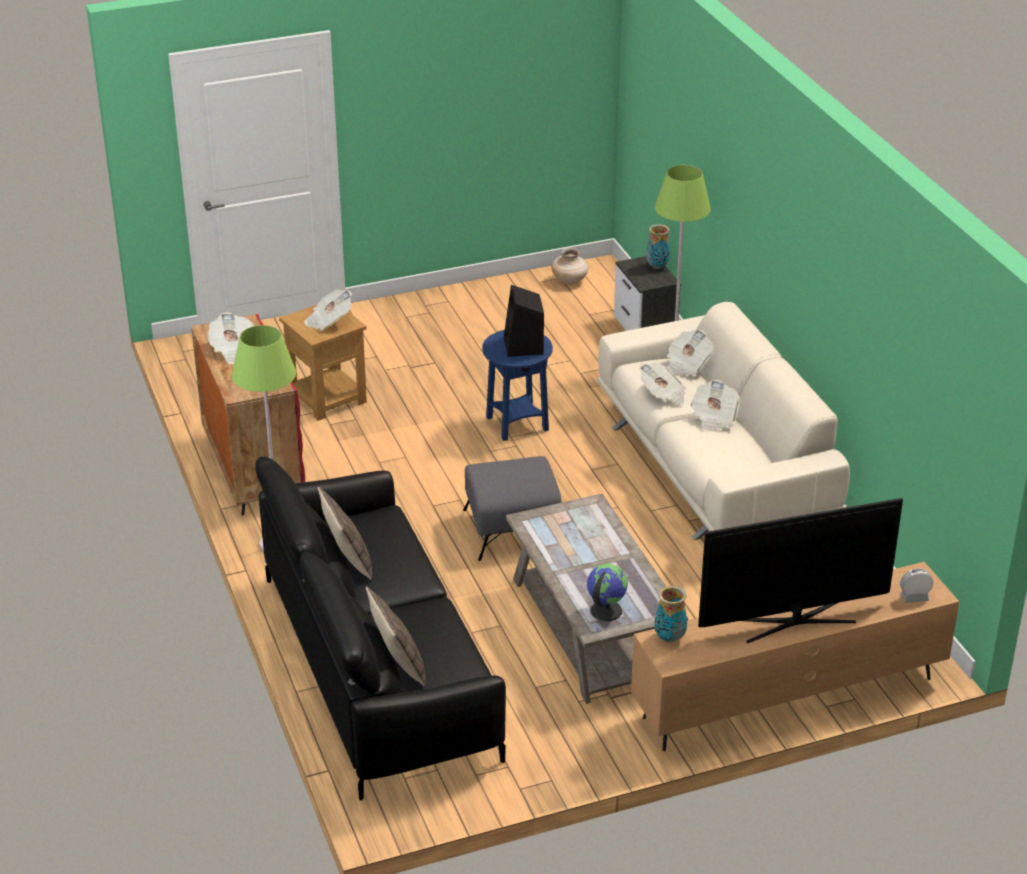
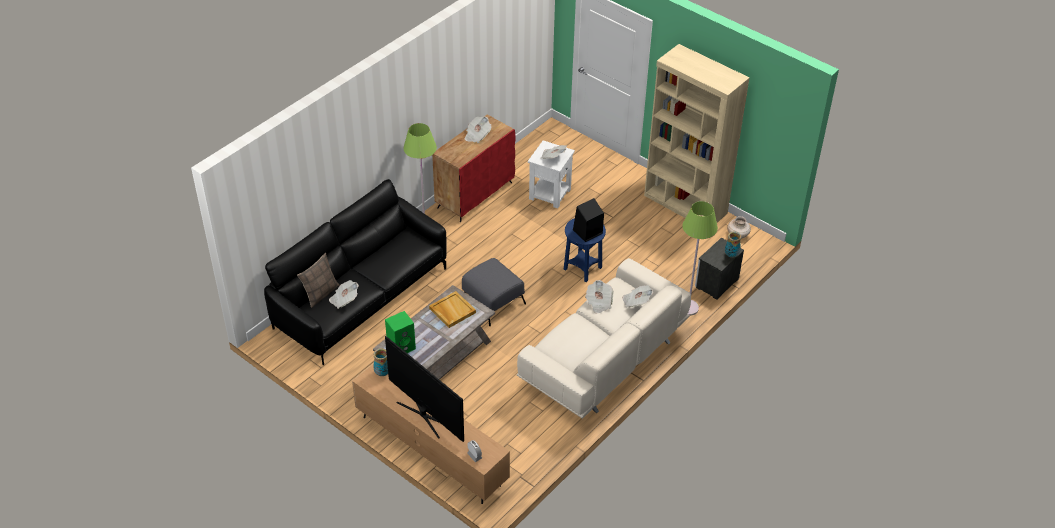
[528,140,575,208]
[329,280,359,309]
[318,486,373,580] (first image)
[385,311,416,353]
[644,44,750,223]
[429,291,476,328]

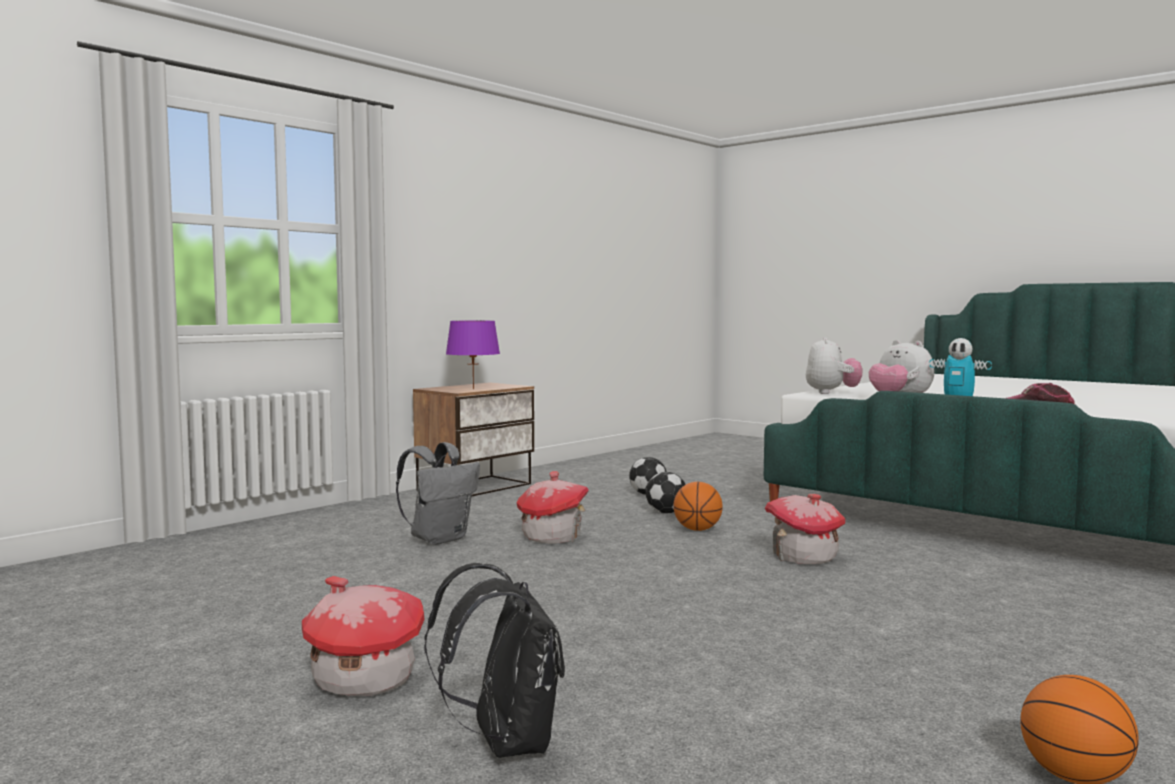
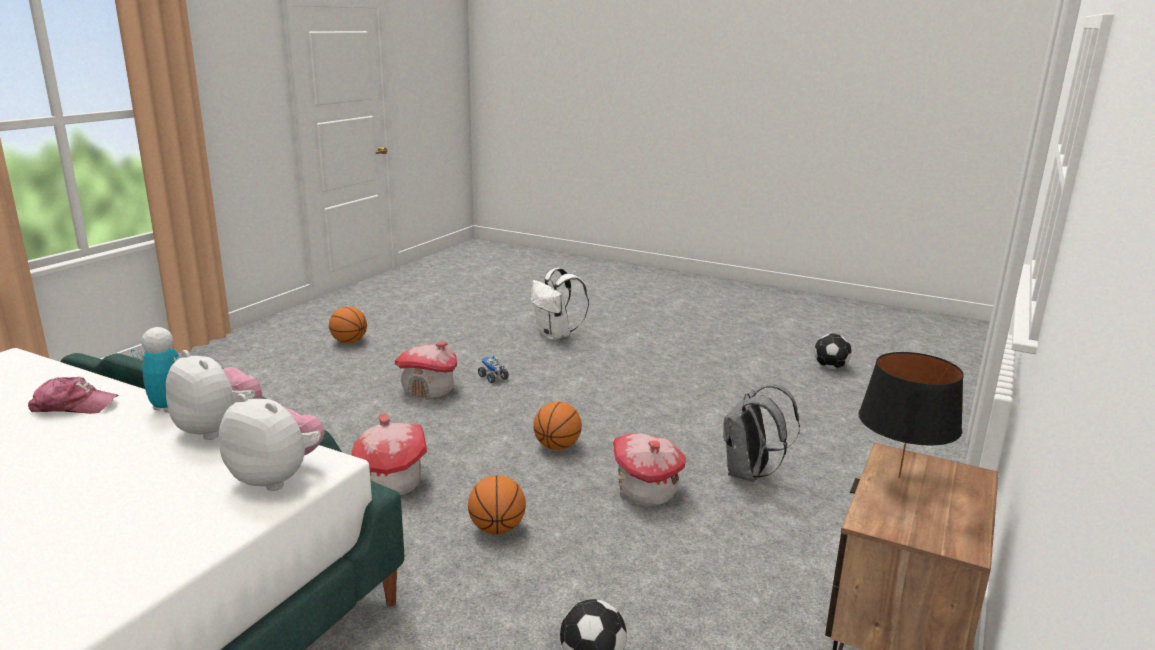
[858,352,964,478]
[219,394,325,491]
[814,333,852,369]
[531,268,589,340]
[395,342,457,399]
[478,356,509,383]
[533,401,582,450]

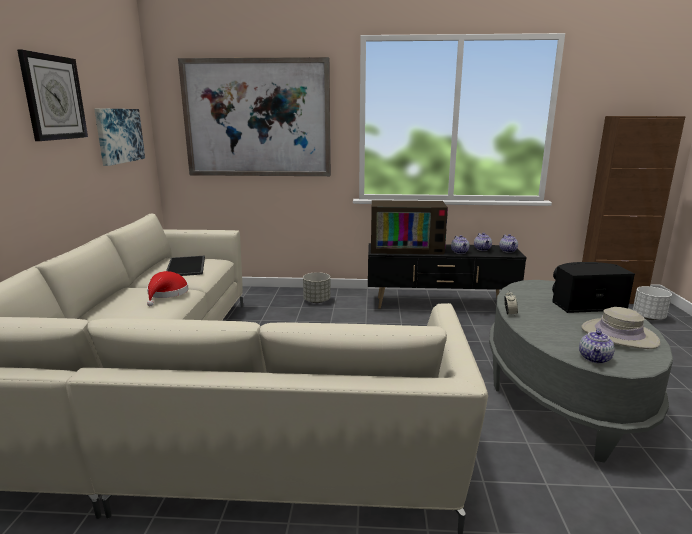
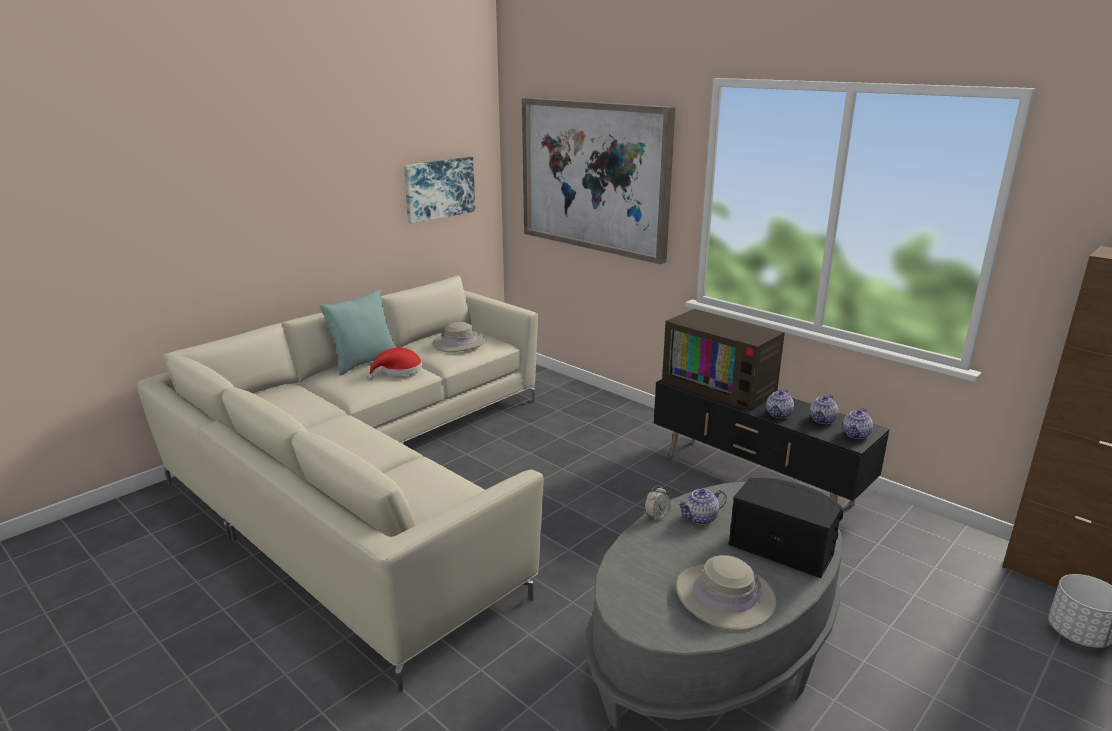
[17,50,88,141] (first image)
[433,322,487,352]
[303,272,331,303] (first image)
[677,489,727,525]
[319,290,396,375]

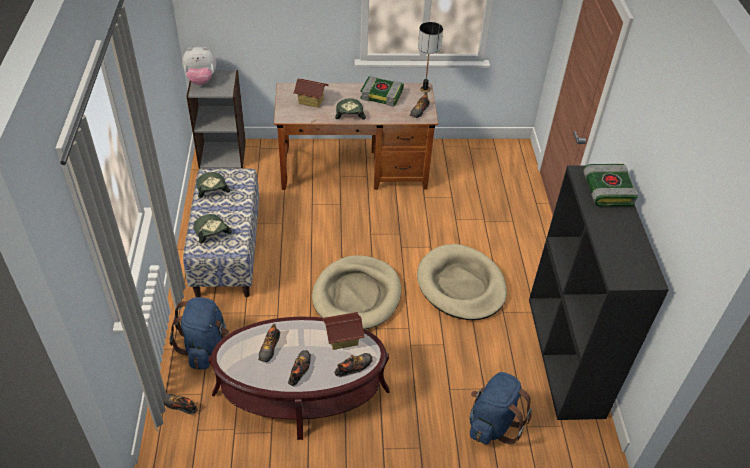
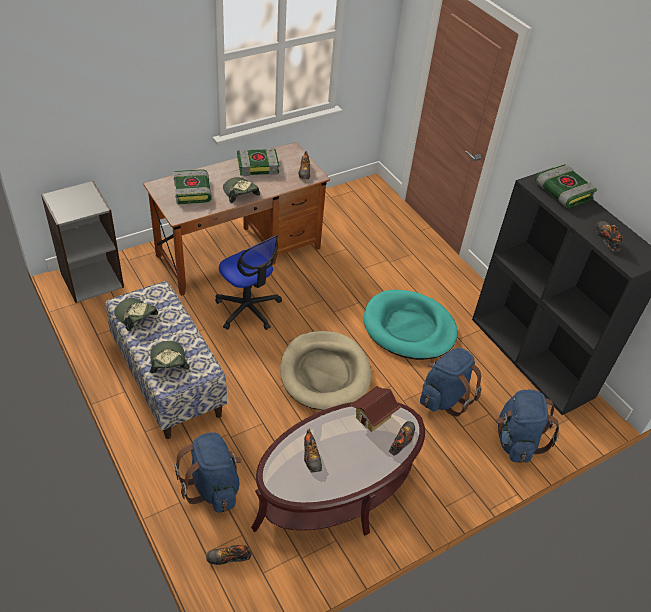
[418,22,443,93] (first image)
[182,47,216,85] (first image)
[173,169,212,204]
[150,341,189,373]
[364,290,458,360]
[596,221,624,252]
[215,235,282,330]
[420,348,482,417]

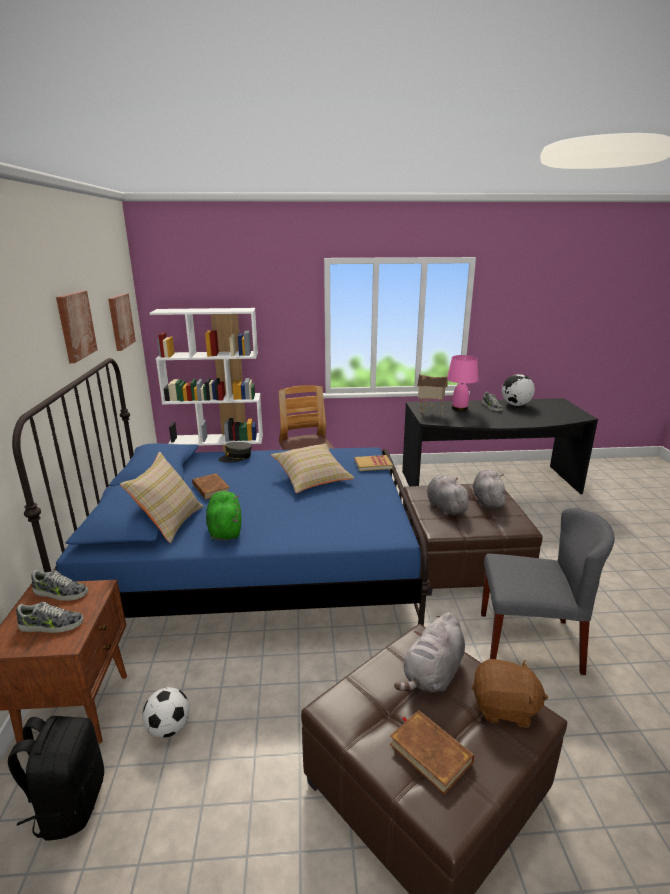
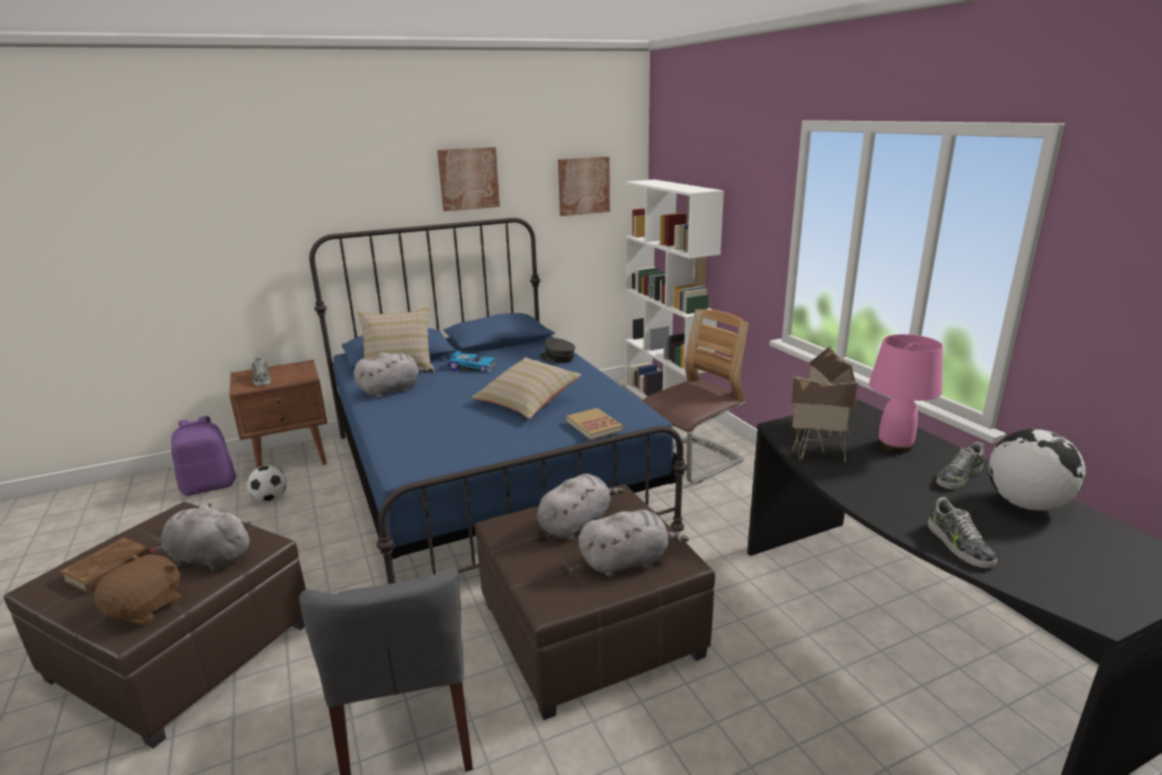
[448,351,496,372]
[354,352,433,398]
[928,497,997,568]
[94,554,182,625]
[171,416,236,496]
[791,376,858,463]

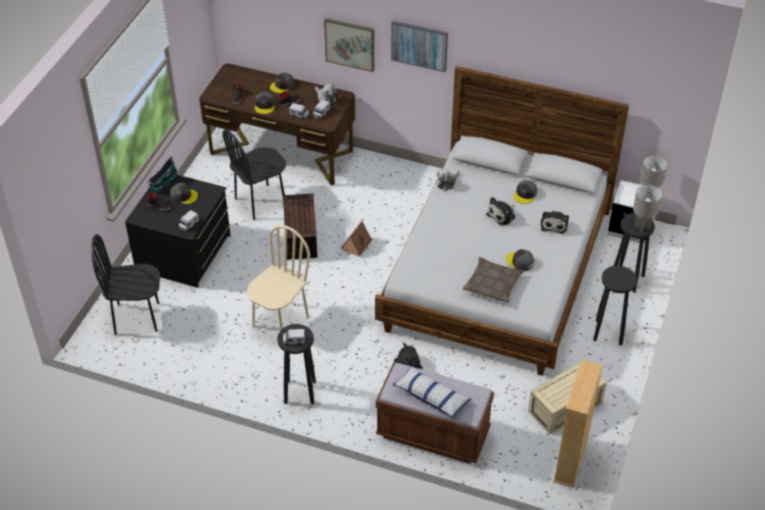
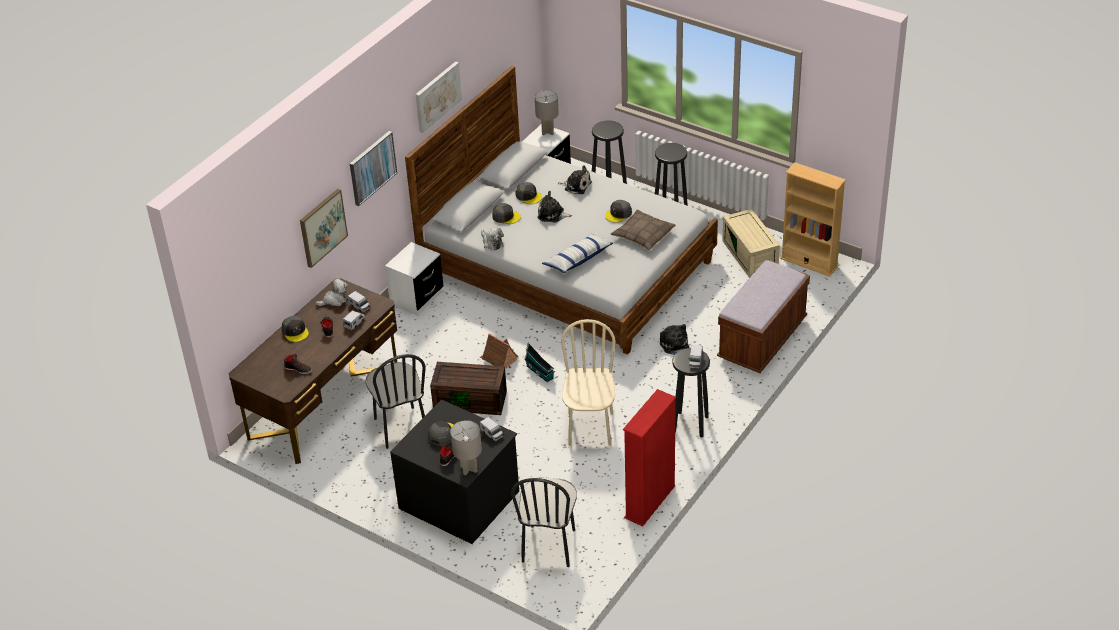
[492,203,521,224]
[524,343,555,382]
[450,420,482,476]
[538,191,572,222]
[561,319,616,446]
[542,234,613,274]
[415,61,462,133]
[385,242,443,316]
[623,389,676,526]

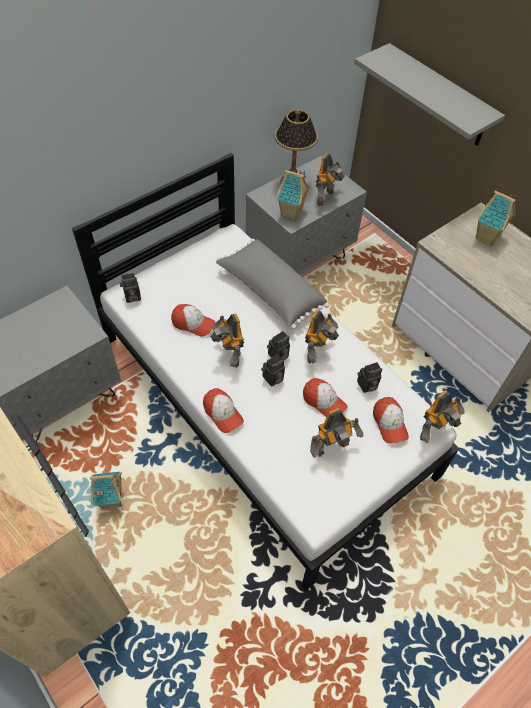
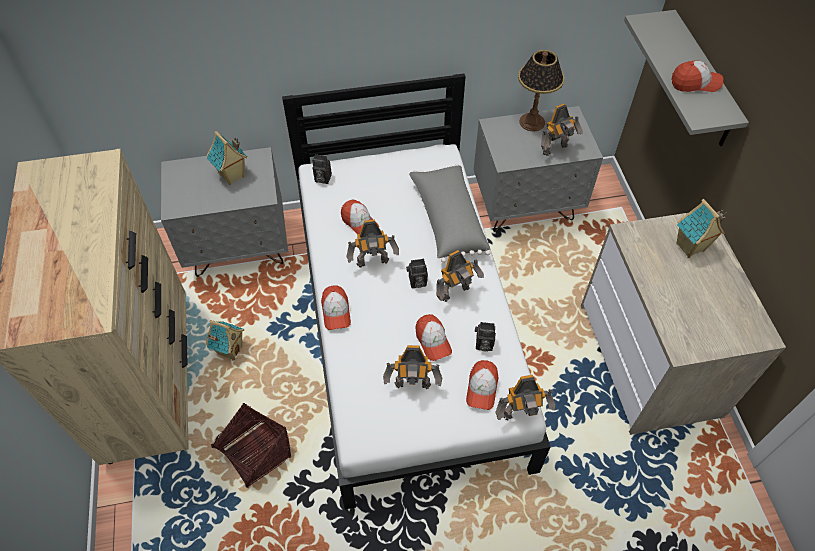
[207,131,248,185]
[346,219,399,268]
[261,354,285,387] (first image)
[672,60,723,92]
[211,403,292,488]

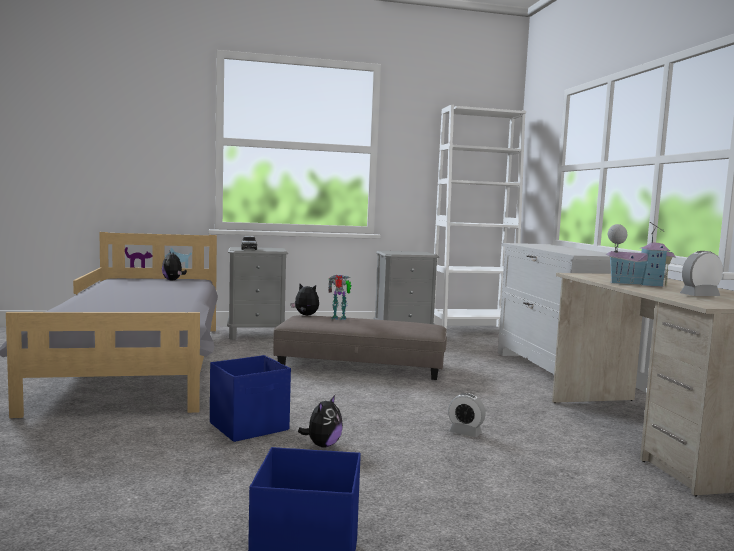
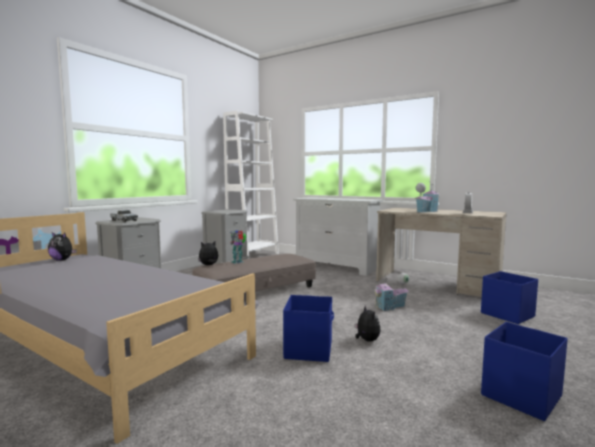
[373,272,410,311]
[481,271,538,324]

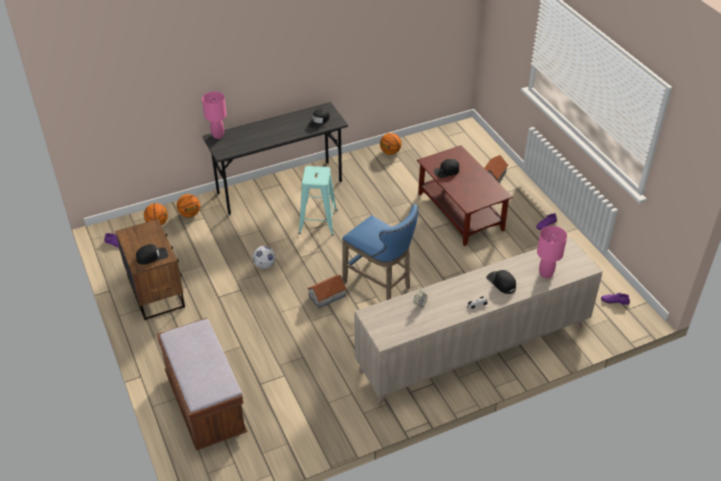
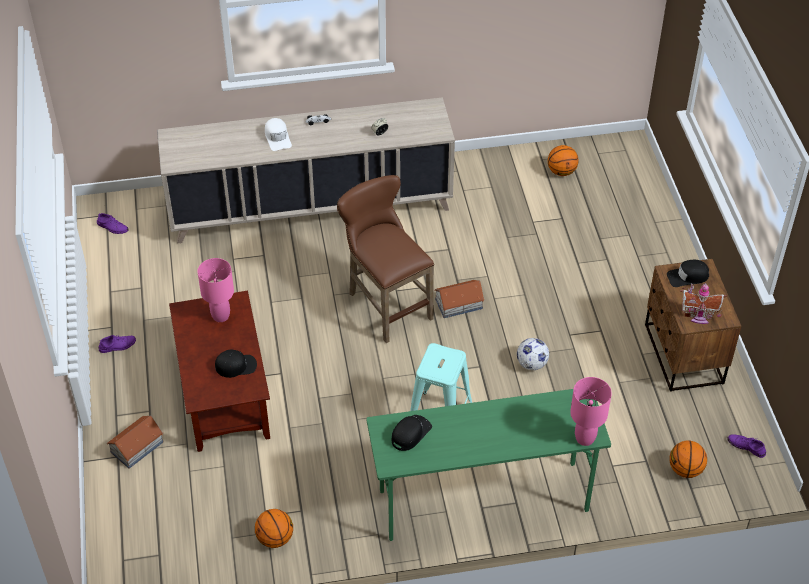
[367,389,611,541]
[547,145,579,176]
[337,175,434,343]
[197,258,234,322]
[265,118,292,151]
[157,318,248,451] (first image)
[680,283,727,324]

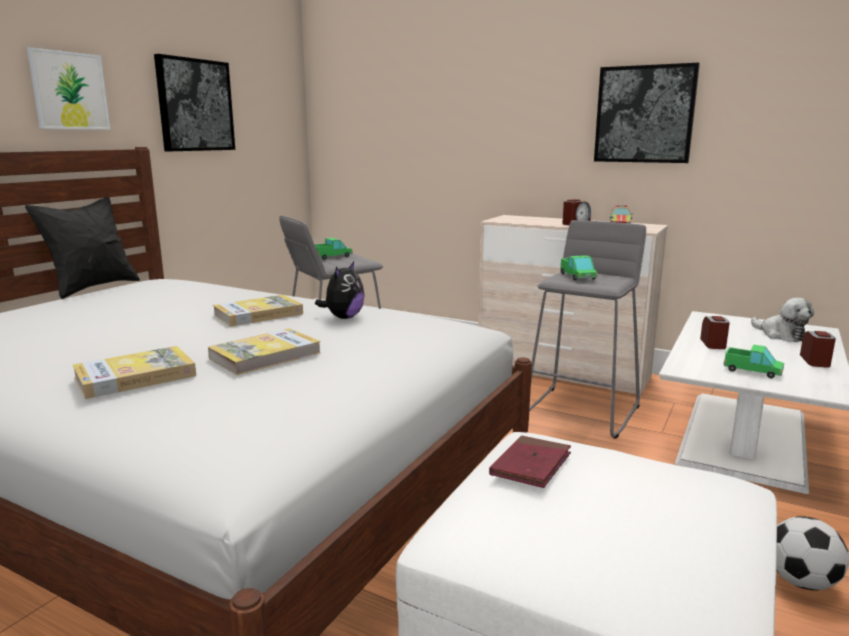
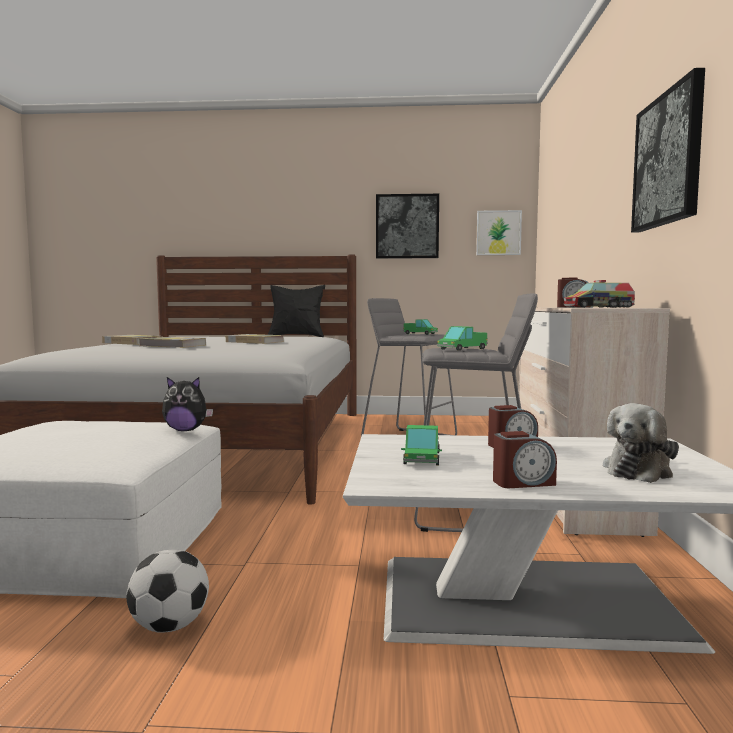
[476,210,522,255]
[162,377,213,431]
[489,435,571,488] (first image)

